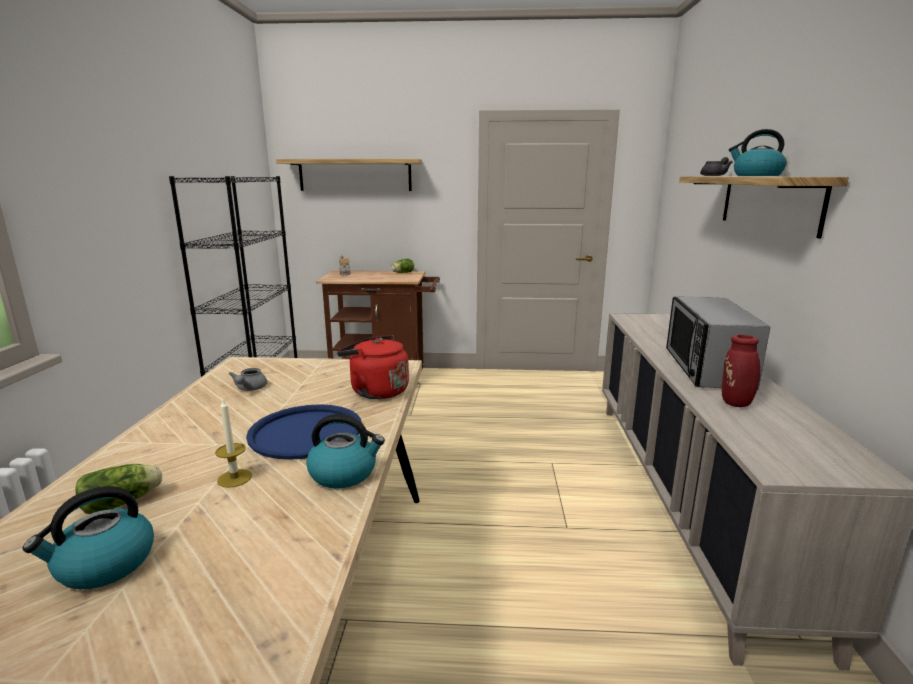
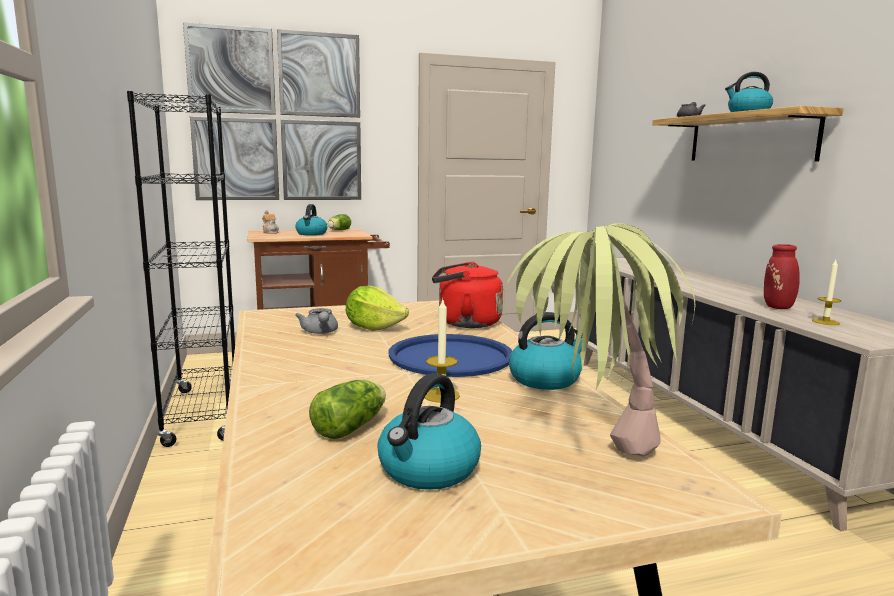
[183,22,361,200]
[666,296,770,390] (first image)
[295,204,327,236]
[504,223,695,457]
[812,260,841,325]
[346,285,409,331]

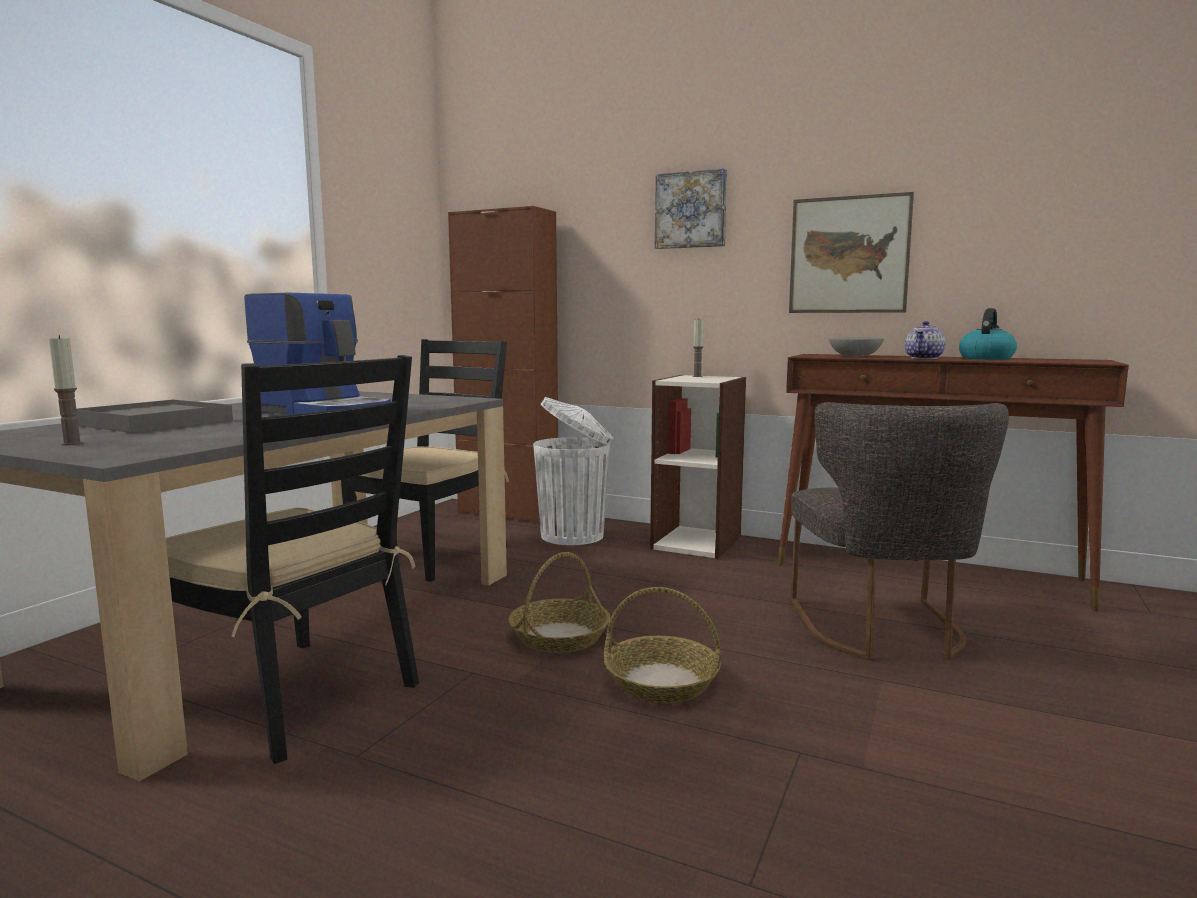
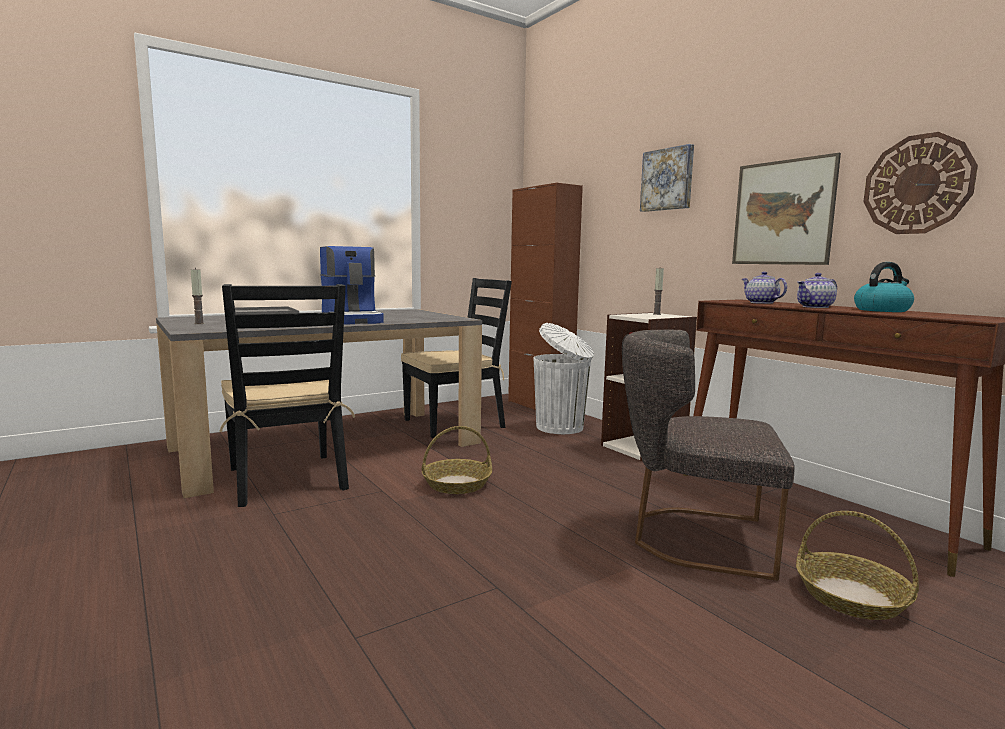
[742,271,787,304]
[622,330,795,581]
[796,511,919,620]
[863,132,978,234]

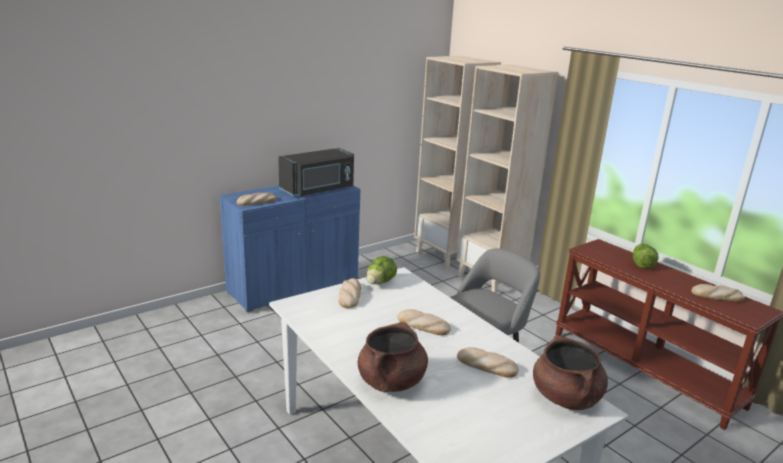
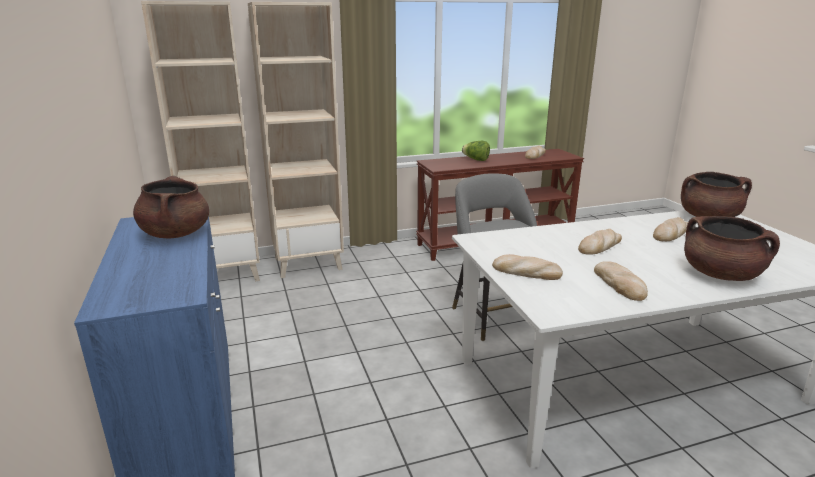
[133,176,209,239]
[594,261,648,301]
[366,256,397,284] (first image)

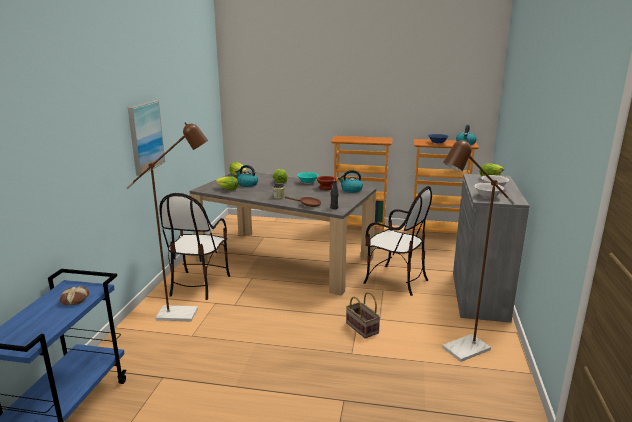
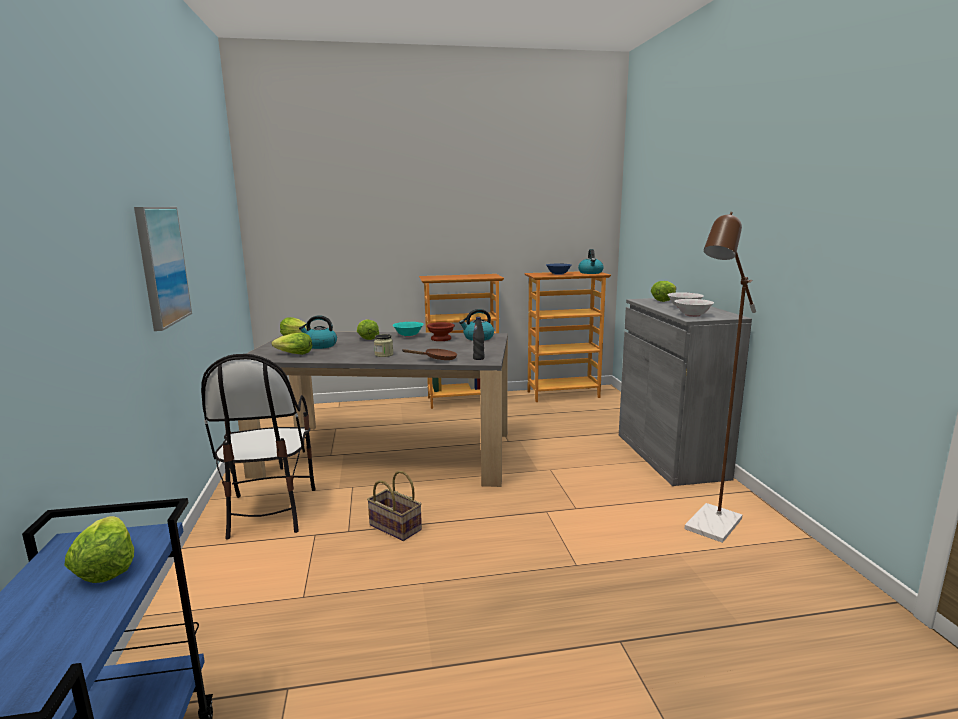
[126,122,208,322] (first image)
[363,186,432,296] (first image)
[64,516,134,583]
[367,471,422,541]

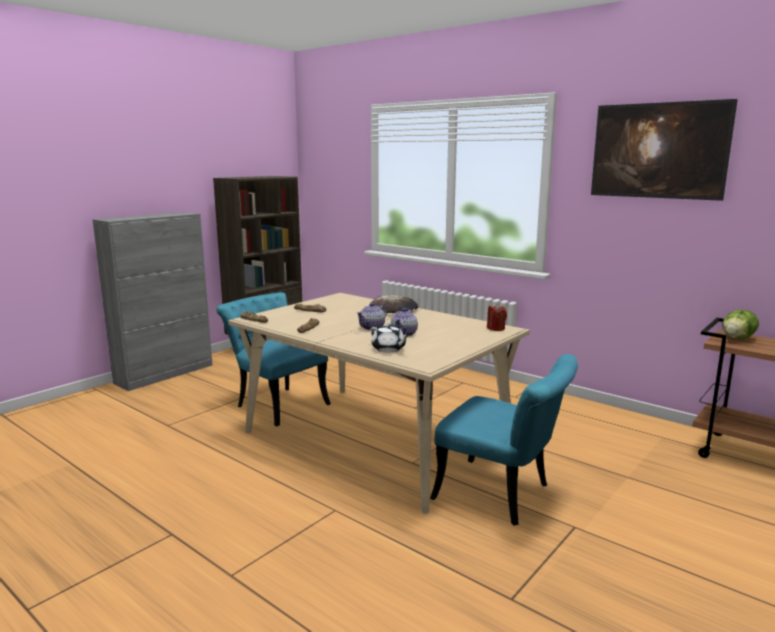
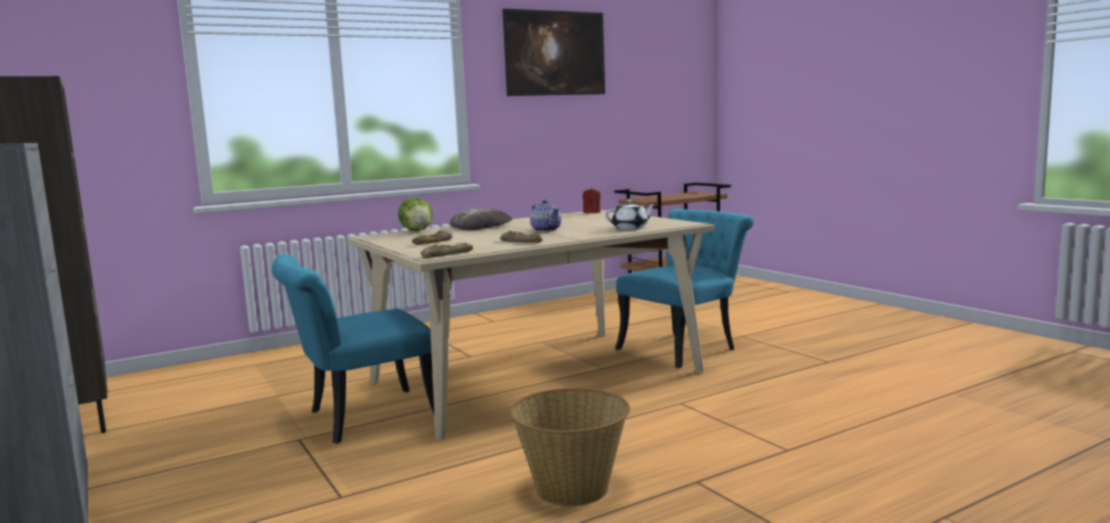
[391,308,418,337] (first image)
[398,197,433,231]
[509,388,630,506]

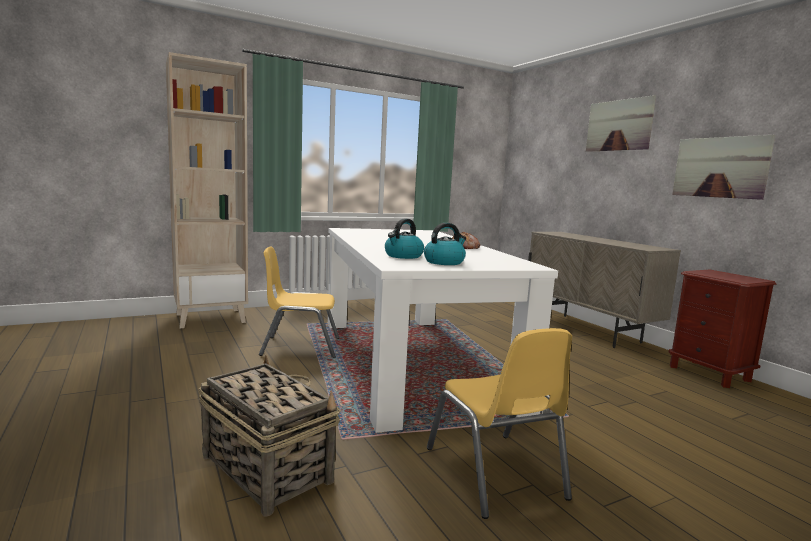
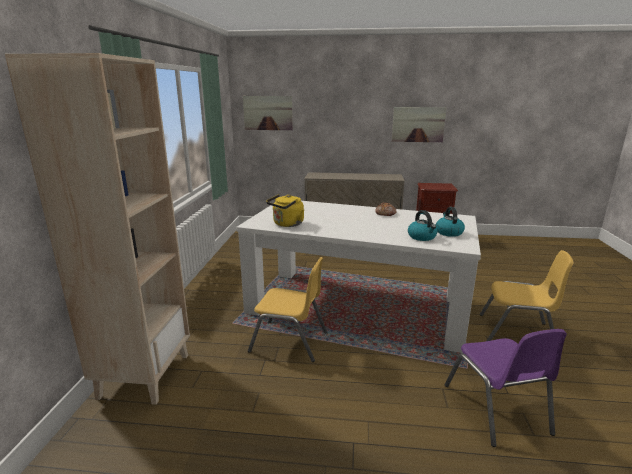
[243,96,293,130]
[248,257,327,362]
[444,329,567,447]
[266,194,304,227]

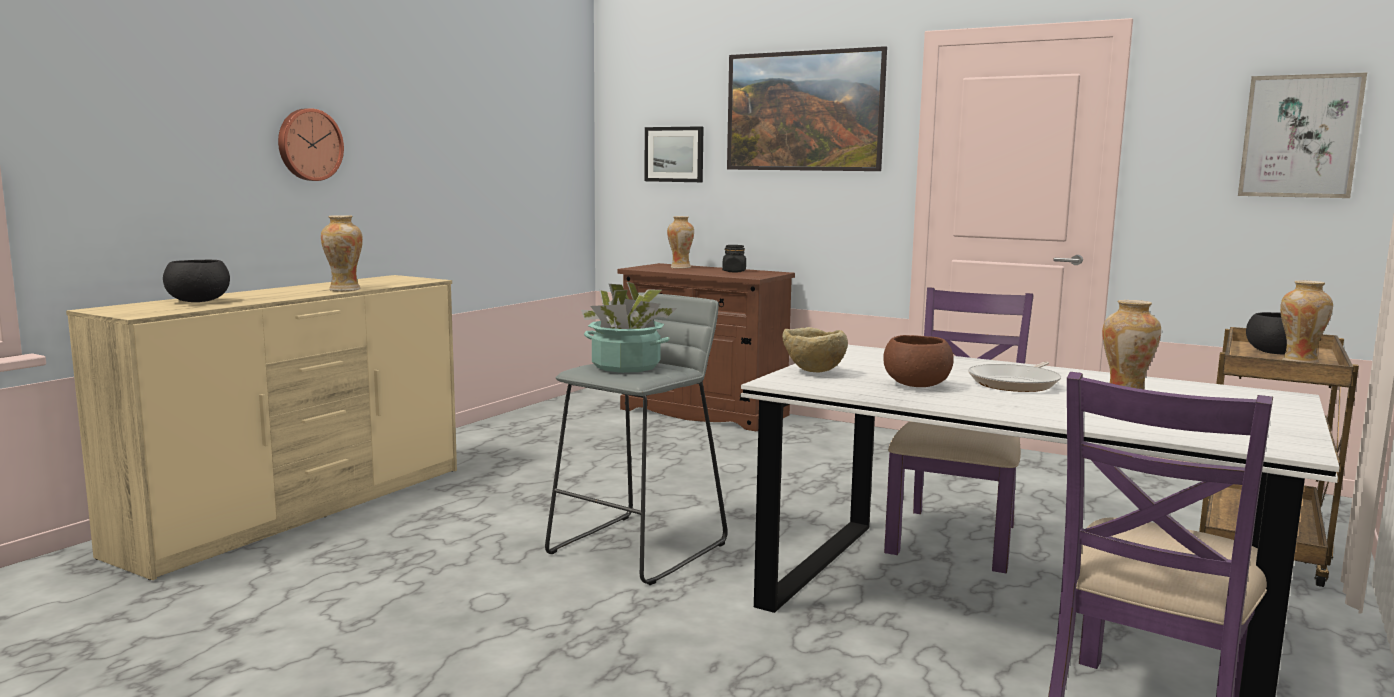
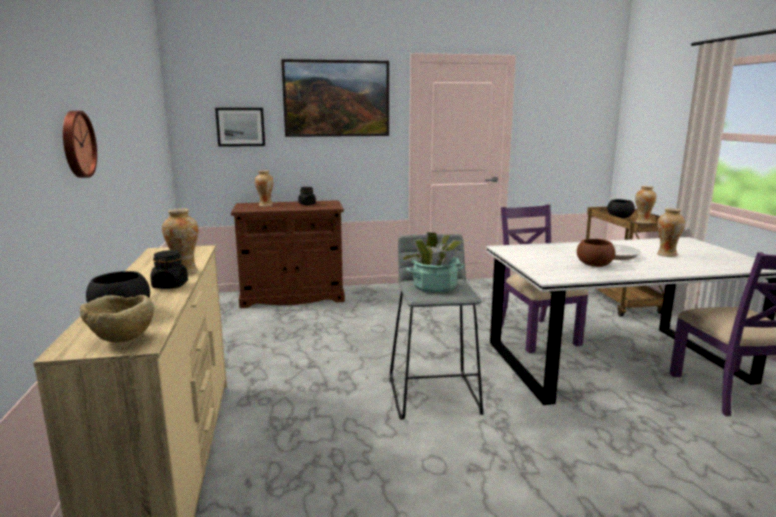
[1238,72,1367,198] (first image)
[80,295,154,342]
[150,250,188,289]

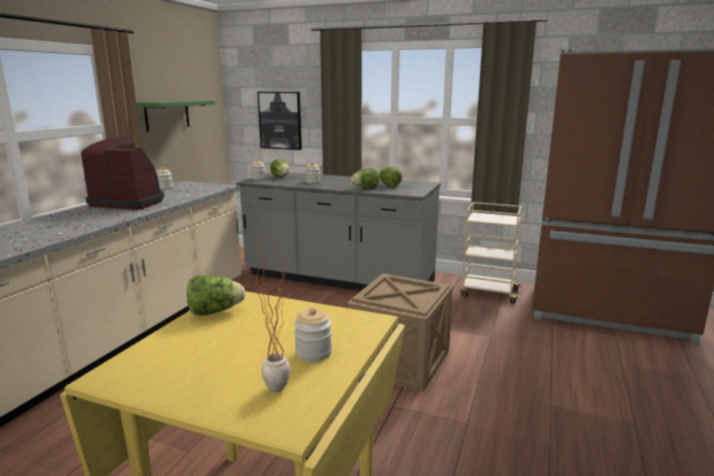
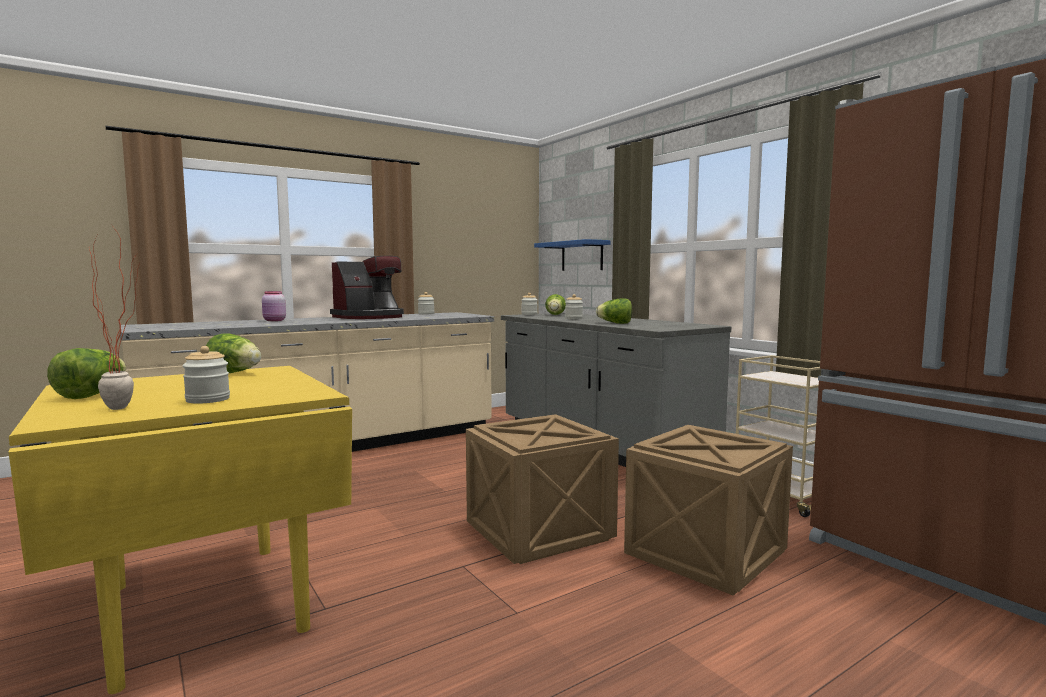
[534,239,611,271]
[136,100,215,132] (first image)
[330,256,404,319]
[47,348,126,399]
[262,291,286,321]
[624,425,793,596]

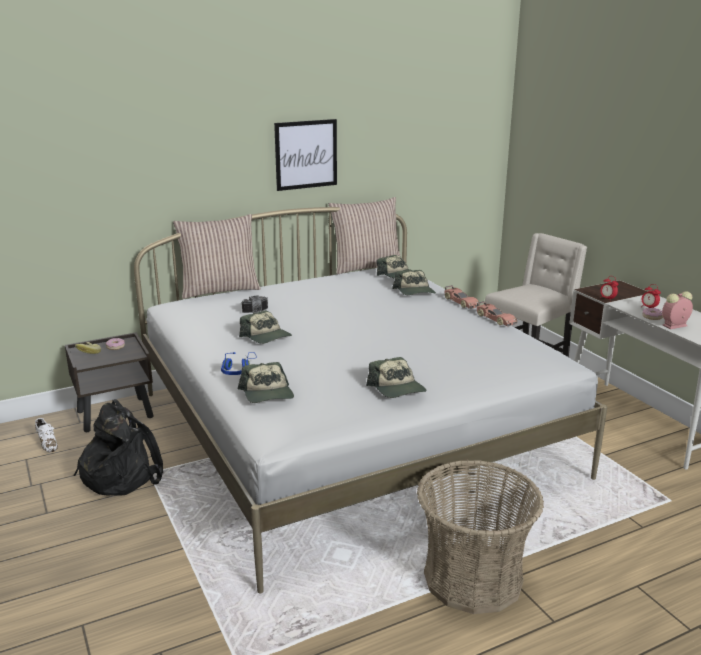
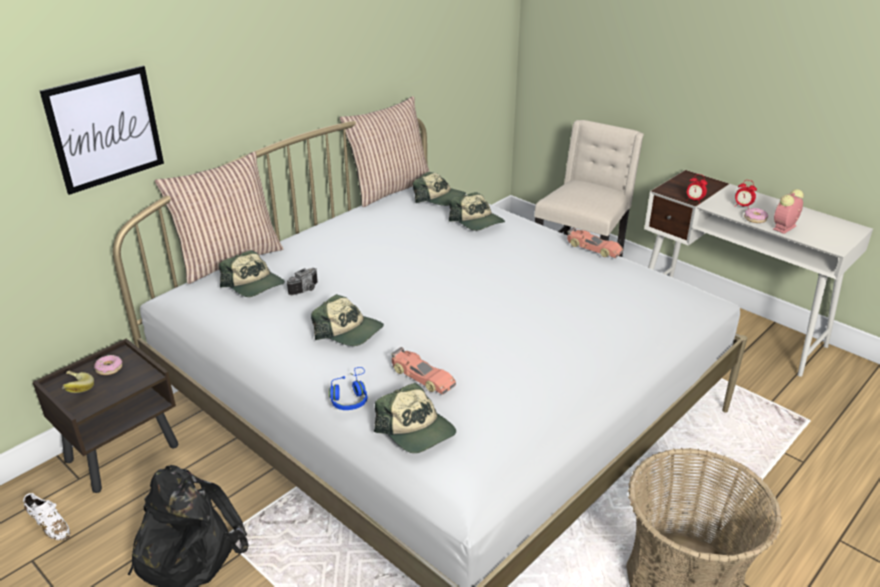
[40,66,164,195]
[391,347,456,395]
[219,250,285,297]

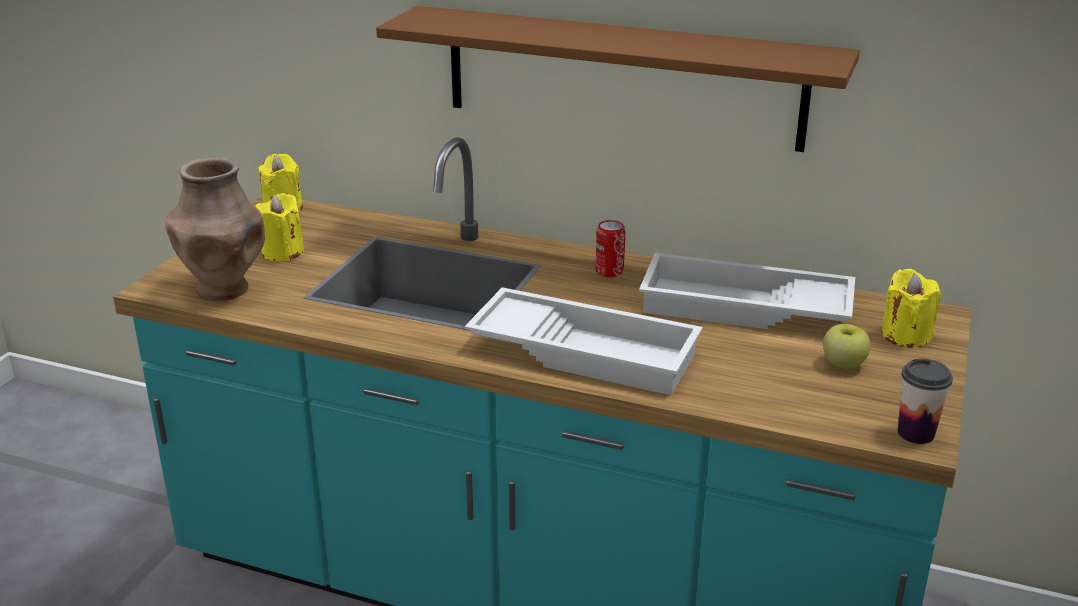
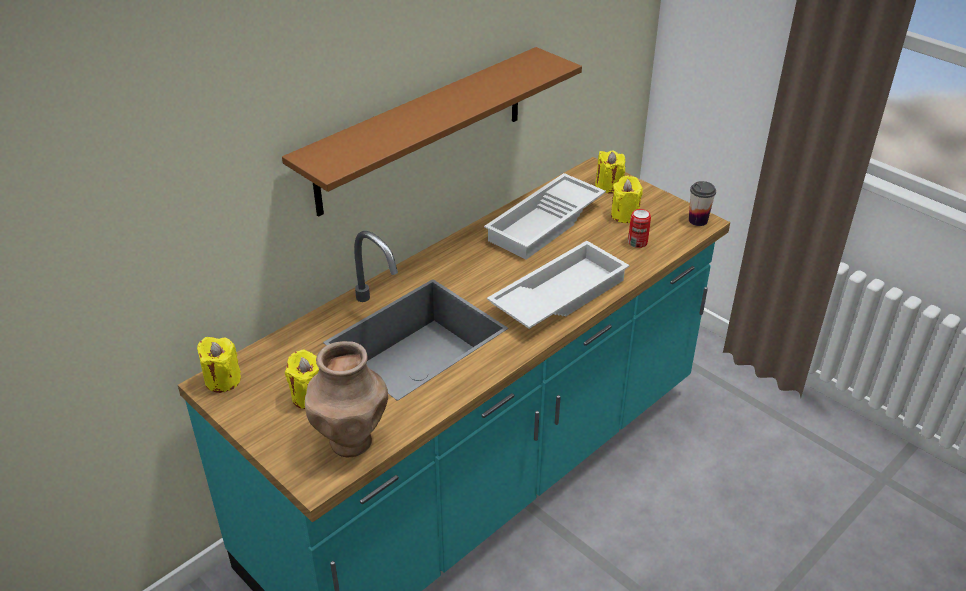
[628,209,651,248]
[611,175,643,223]

